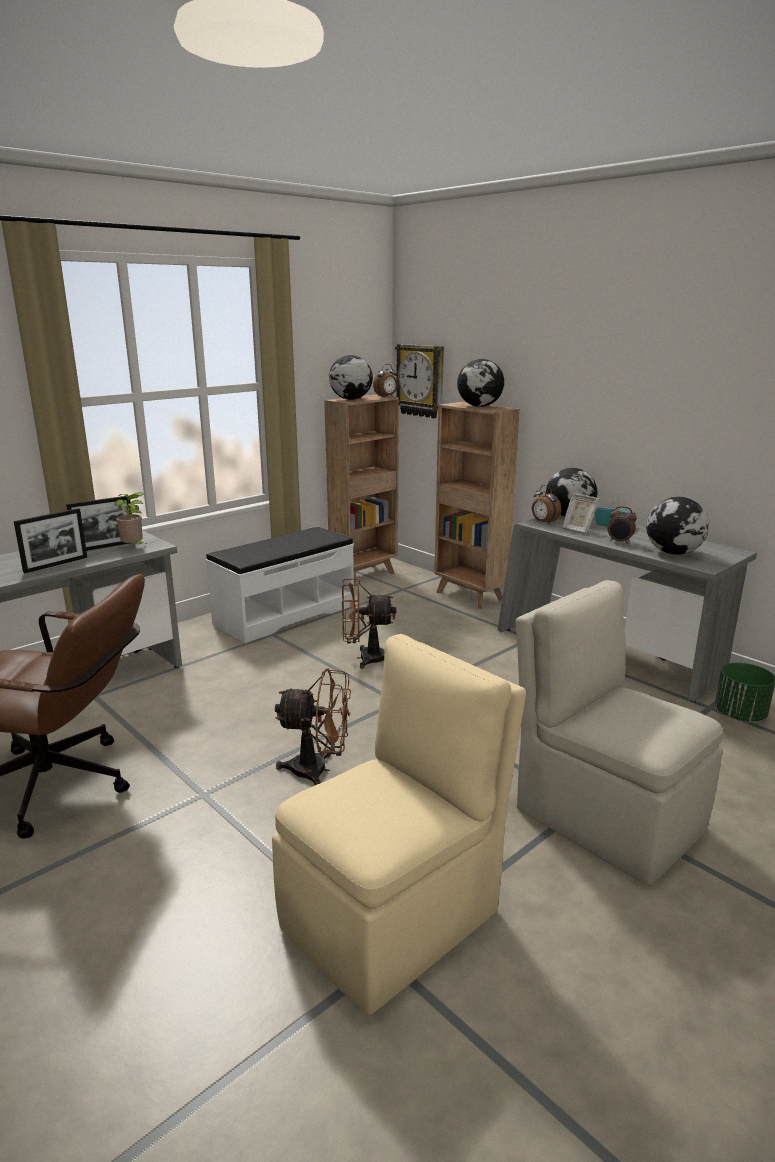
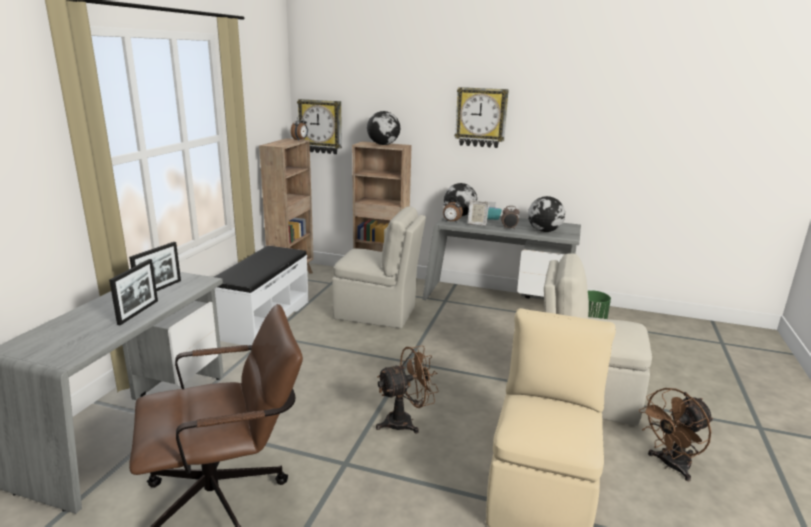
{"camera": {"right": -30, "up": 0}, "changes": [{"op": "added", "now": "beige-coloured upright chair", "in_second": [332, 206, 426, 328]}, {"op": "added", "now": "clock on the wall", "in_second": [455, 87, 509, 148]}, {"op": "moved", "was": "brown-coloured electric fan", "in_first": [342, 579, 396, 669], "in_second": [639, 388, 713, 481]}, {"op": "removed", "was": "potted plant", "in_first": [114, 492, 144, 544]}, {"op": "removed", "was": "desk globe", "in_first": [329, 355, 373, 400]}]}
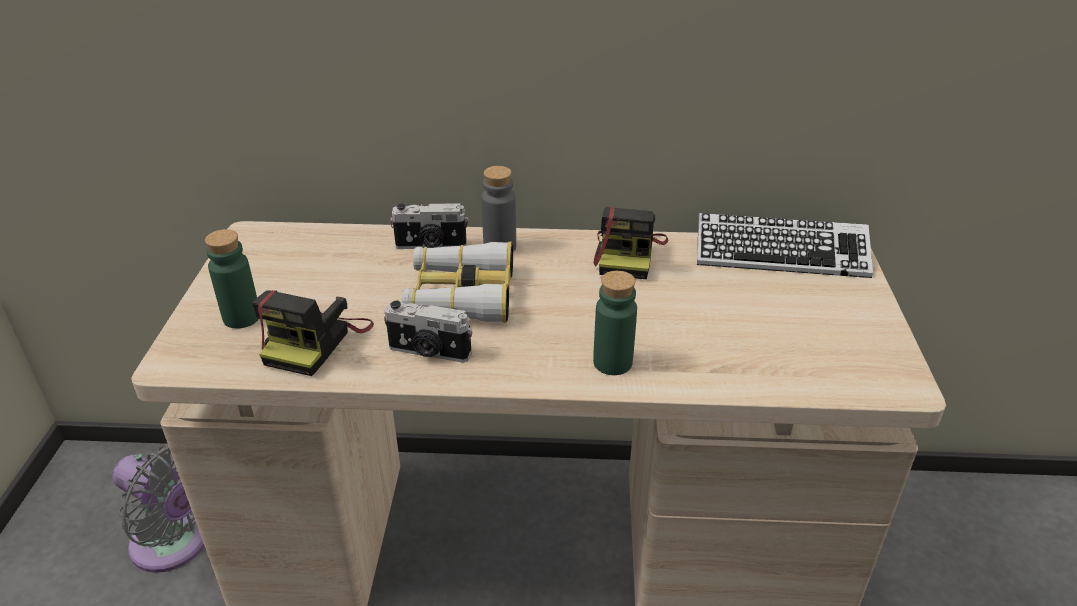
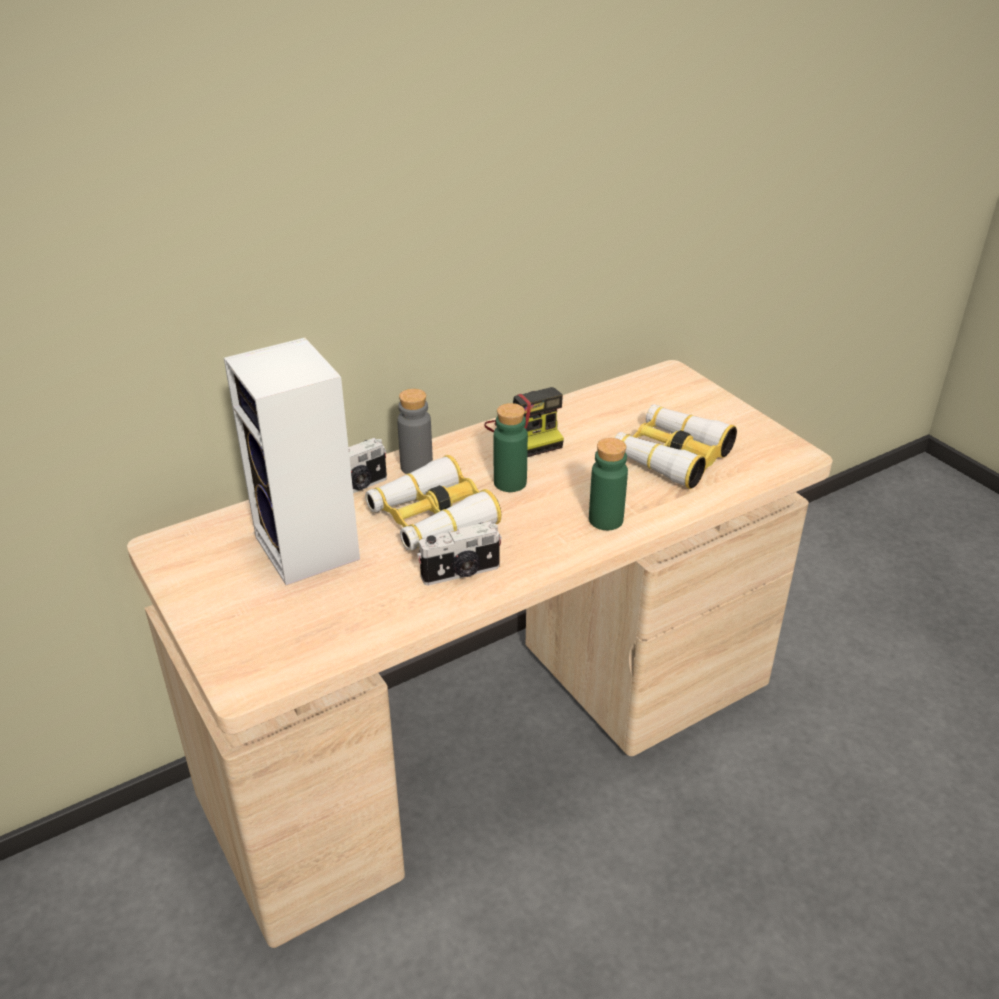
{"camera": {"right": -35, "up": 0}, "changes": [{"op": "added", "now": "audio speaker", "in_second": [224, 338, 360, 585]}, {"op": "moved", "was": "greenish drink bottle", "in_first": [205, 229, 259, 329], "in_second": [494, 403, 528, 492]}, {"op": "added", "now": "binoculars", "in_second": [614, 404, 737, 489]}, {"op": "removed", "was": "grey electric fan", "in_first": [113, 444, 205, 573]}, {"op": "removed", "was": "still camera", "in_first": [252, 290, 374, 376]}, {"op": "removed", "was": "computer keyboard", "in_first": [697, 213, 873, 278]}]}
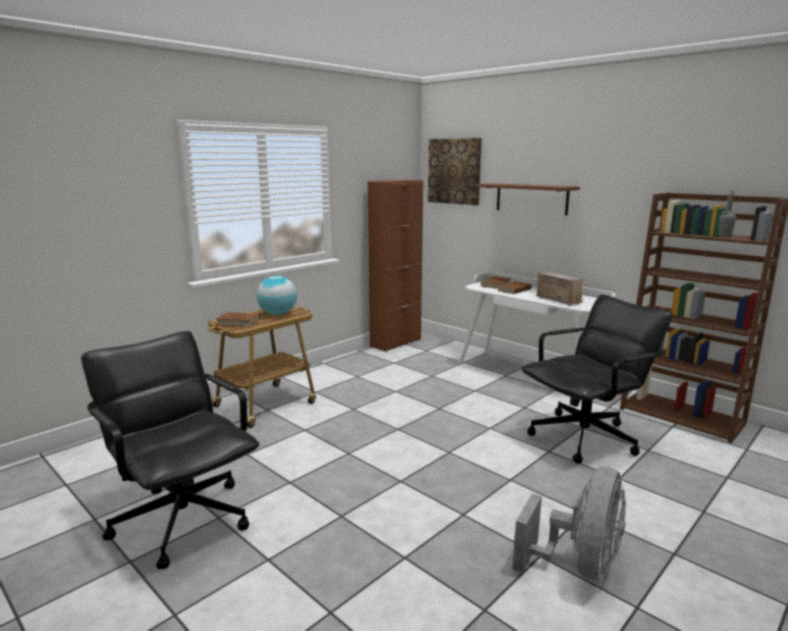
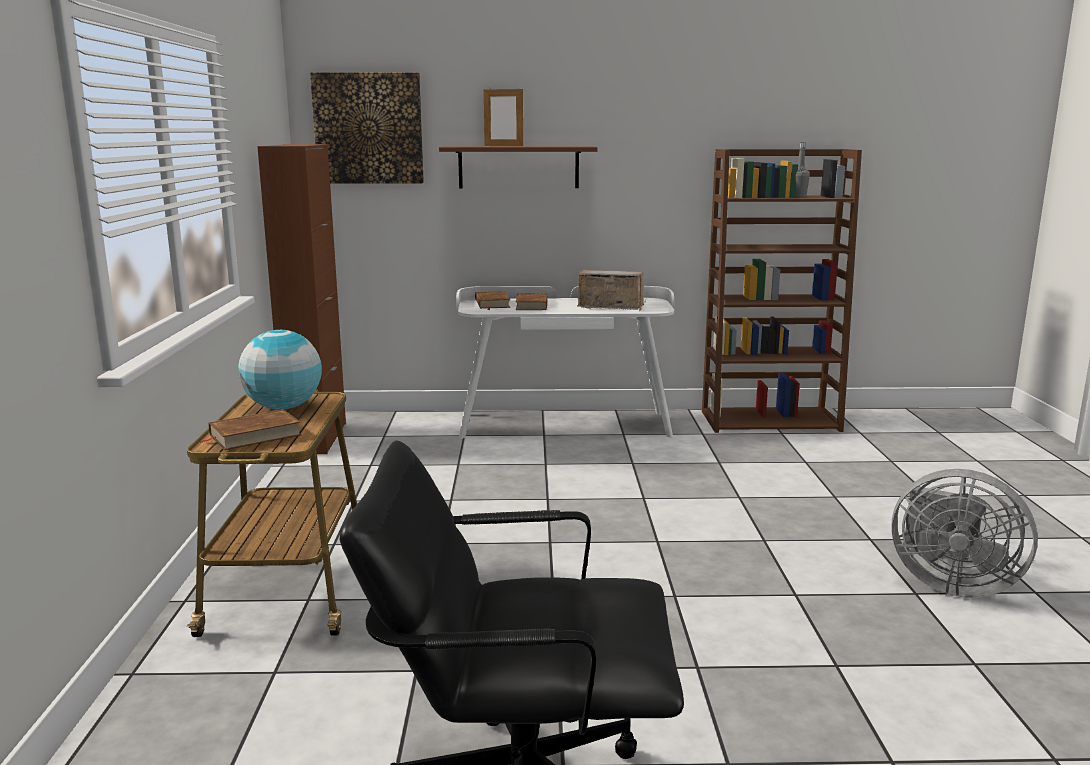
{"camera": {"right": -45, "up": 0}, "changes": [{"op": "added", "now": "photo frame", "in_second": [484, 87, 523, 146]}, {"op": "turned", "was": "grey electric fan", "in_first": [513, 467, 626, 580], "in_second": [891, 469, 1038, 598], "clockwise": 135}, {"op": "removed", "was": "blackish desk chair", "in_first": [522, 295, 673, 464]}]}
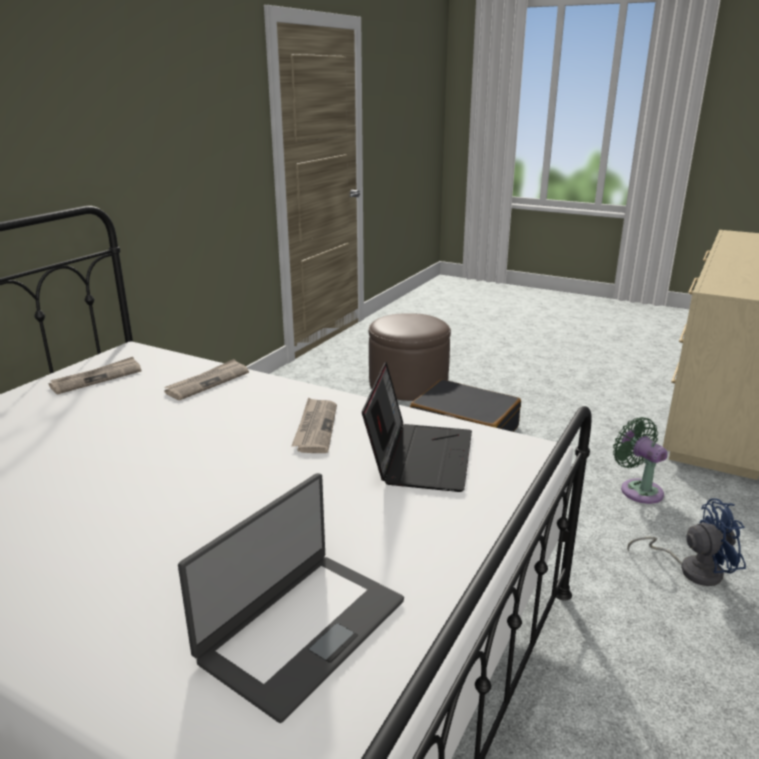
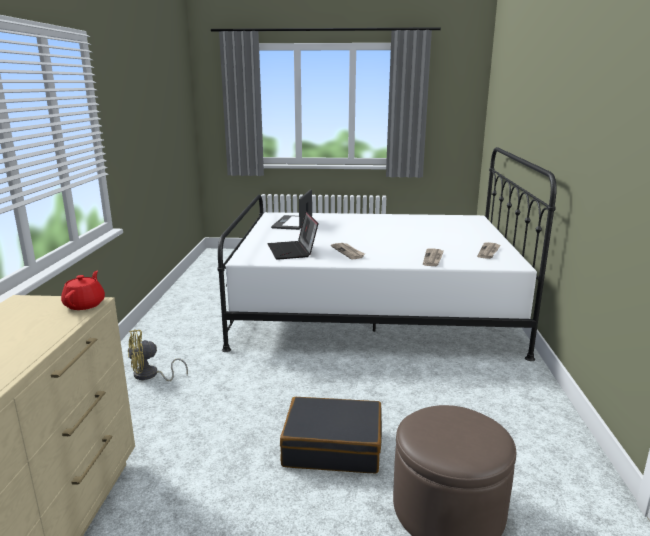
{"camera": {"right": 155, "up": -5}, "changes": [{"op": "added", "now": "reddish tea pot", "in_second": [61, 271, 105, 310]}, {"op": "recoloured", "was": "blue electric fan", "now": "yellow-coloured electric fan", "in_first": [627, 498, 746, 586], "in_second": [128, 330, 188, 381]}, {"op": "removed", "was": "greenish electric fan", "in_first": [613, 417, 668, 504]}]}
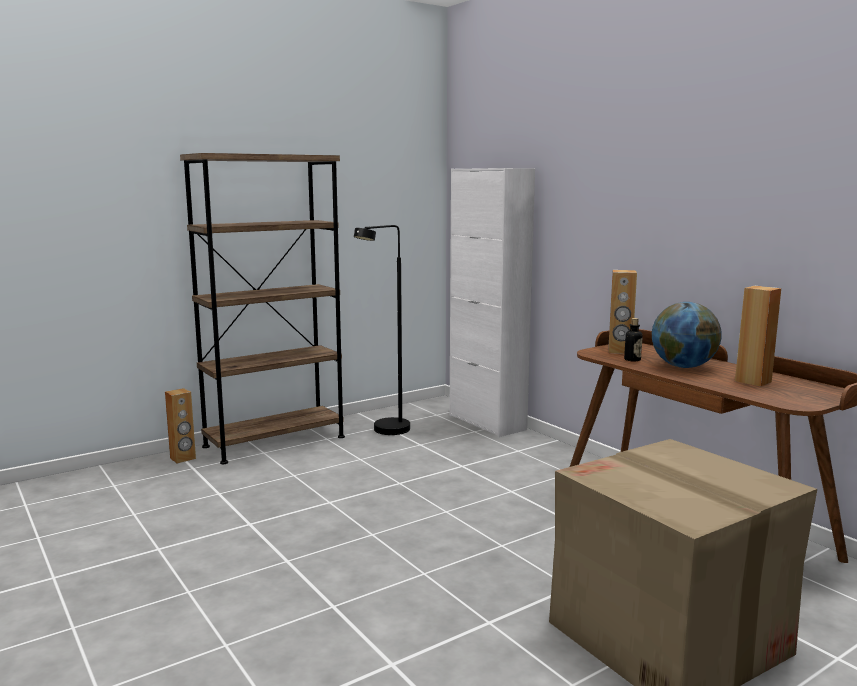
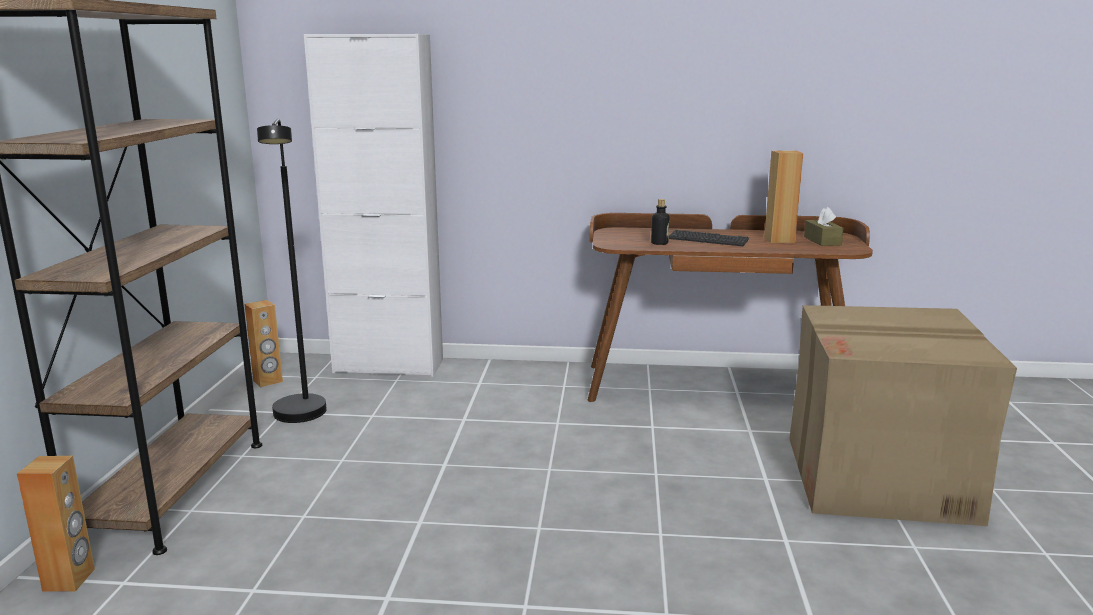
{"camera": {"right": -50, "up": 5}, "changes": [{"op": "moved", "was": "brown-coloured audio speaker", "in_first": [608, 270, 637, 354], "in_second": [244, 300, 283, 387]}, {"op": "replaced", "was": "desk globe", "now": "computer keyboard", "in_first": [652, 302, 722, 368], "in_second": [669, 230, 749, 246]}, {"op": "added", "now": "brown-coloured tissue box", "in_second": [804, 207, 844, 246]}]}
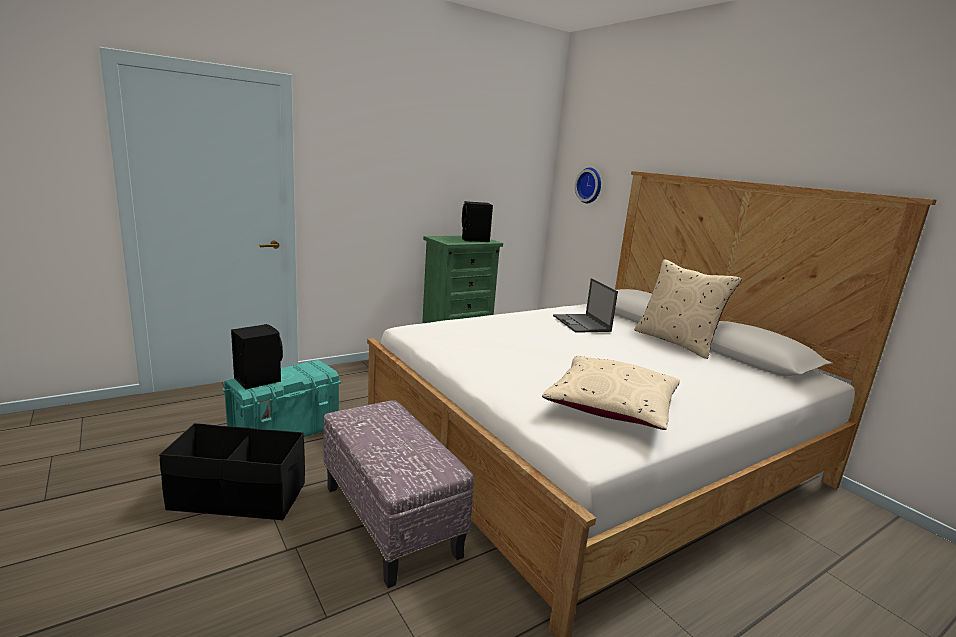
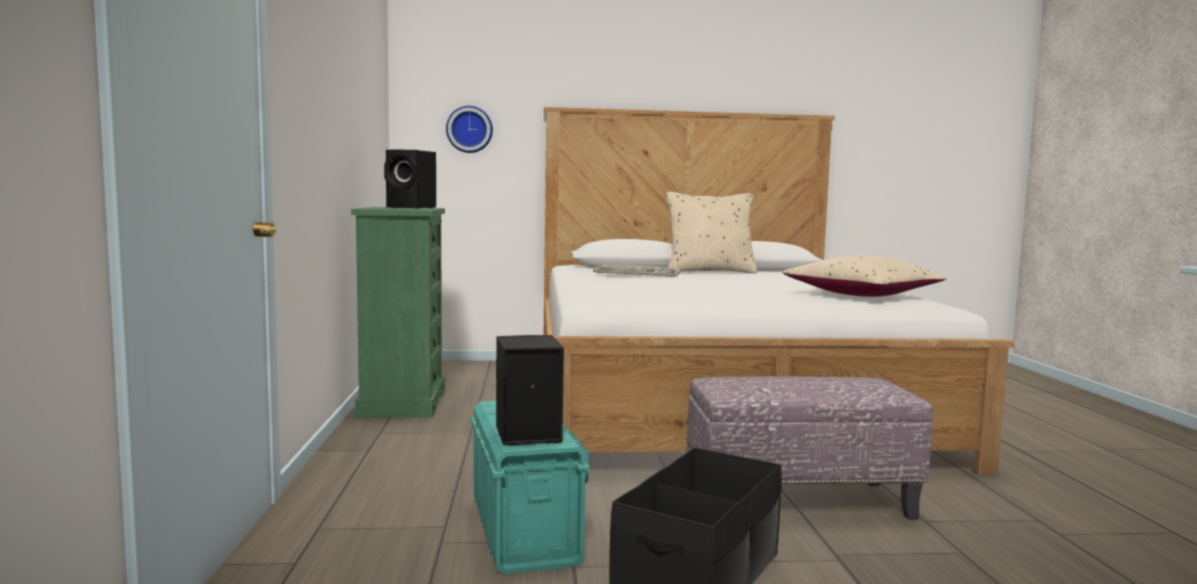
{"camera": {"right": -60, "up": -10}, "changes": [{"op": "replaced", "was": "laptop", "now": "computer keyboard", "in_first": [553, 278, 618, 333], "in_second": [593, 265, 680, 277]}]}
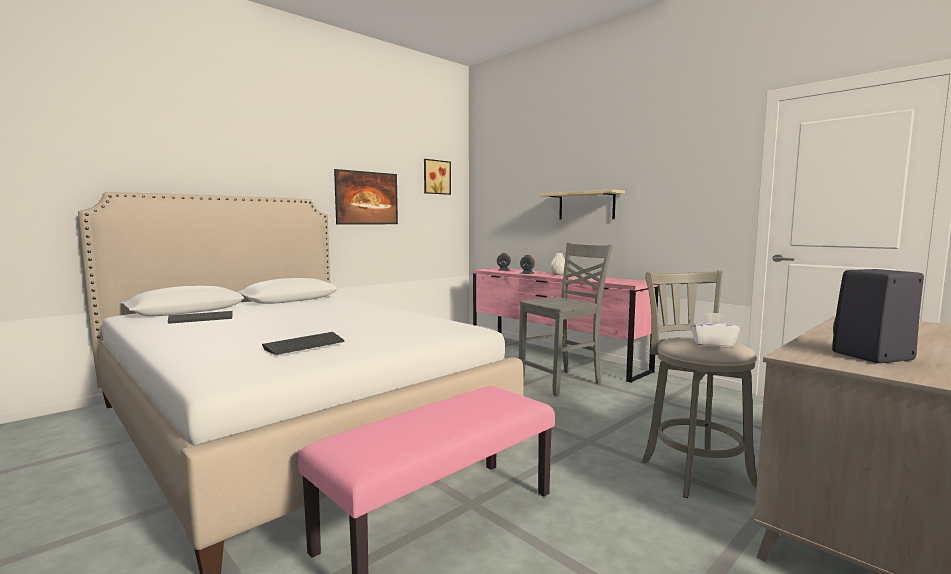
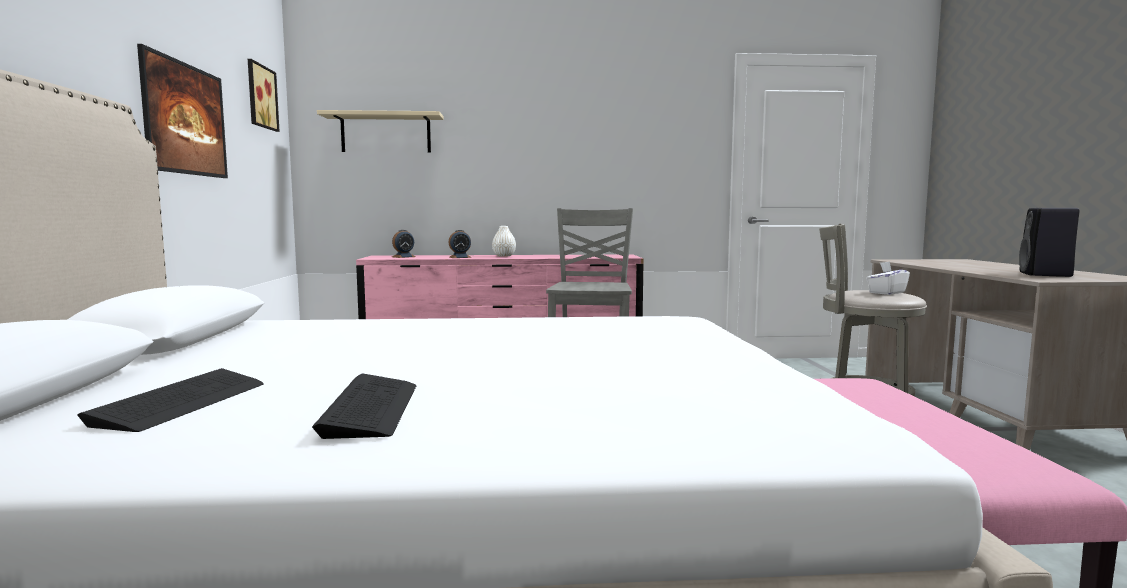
{"camera": {"right": -50, "up": 0}, "changes": [{"op": "moved", "was": "computer keyboard", "in_first": [262, 332, 344, 355], "in_second": [312, 374, 416, 439]}, {"op": "moved", "was": "beige-coloured shelf", "in_first": [539, 189, 625, 220], "in_second": [317, 110, 444, 153]}]}
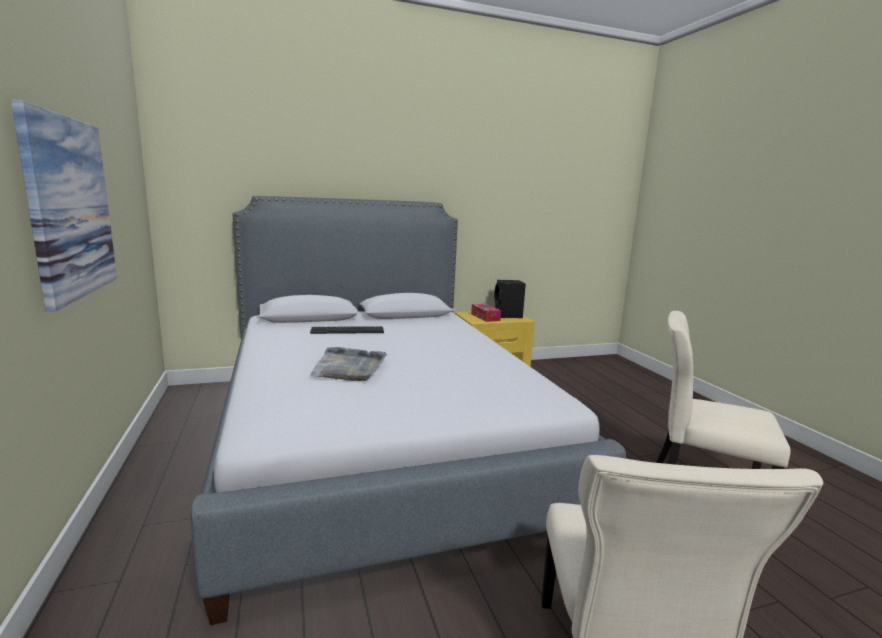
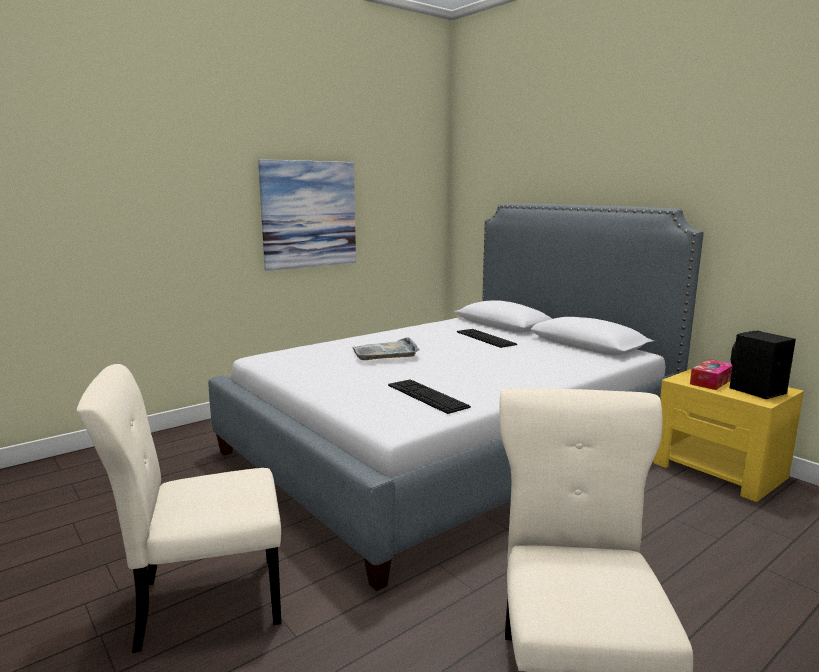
{"camera": {"right": 70, "up": 0}, "changes": [{"op": "added", "now": "computer keyboard", "in_second": [388, 379, 471, 414]}]}
